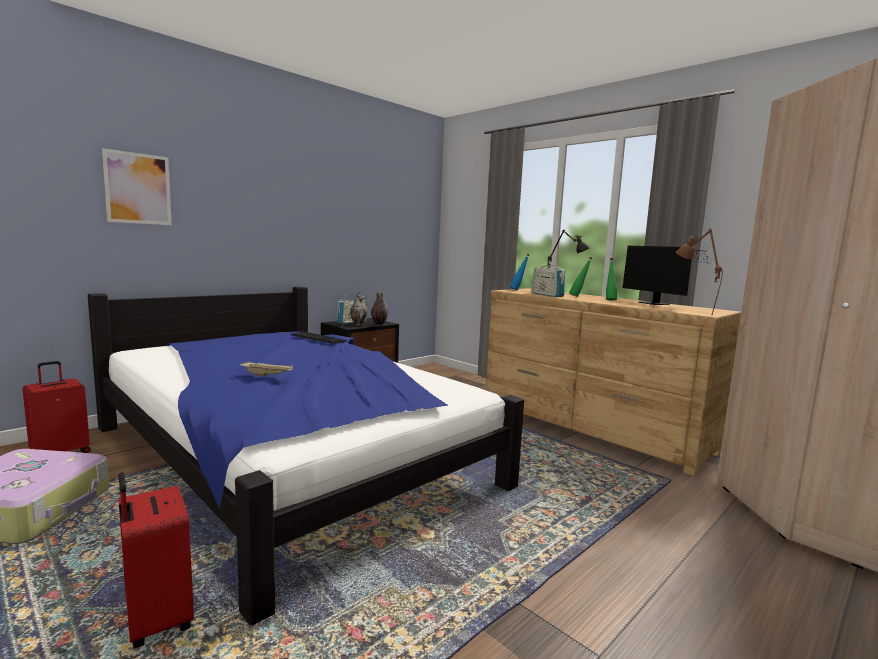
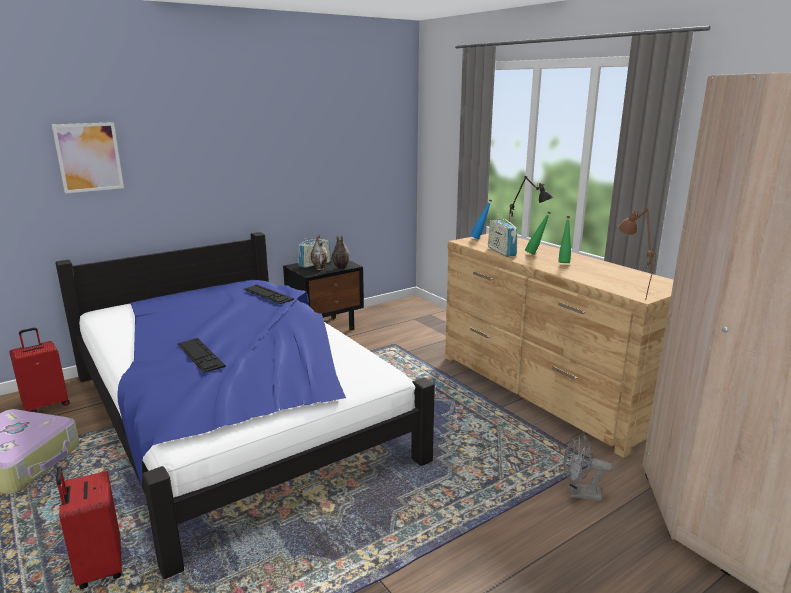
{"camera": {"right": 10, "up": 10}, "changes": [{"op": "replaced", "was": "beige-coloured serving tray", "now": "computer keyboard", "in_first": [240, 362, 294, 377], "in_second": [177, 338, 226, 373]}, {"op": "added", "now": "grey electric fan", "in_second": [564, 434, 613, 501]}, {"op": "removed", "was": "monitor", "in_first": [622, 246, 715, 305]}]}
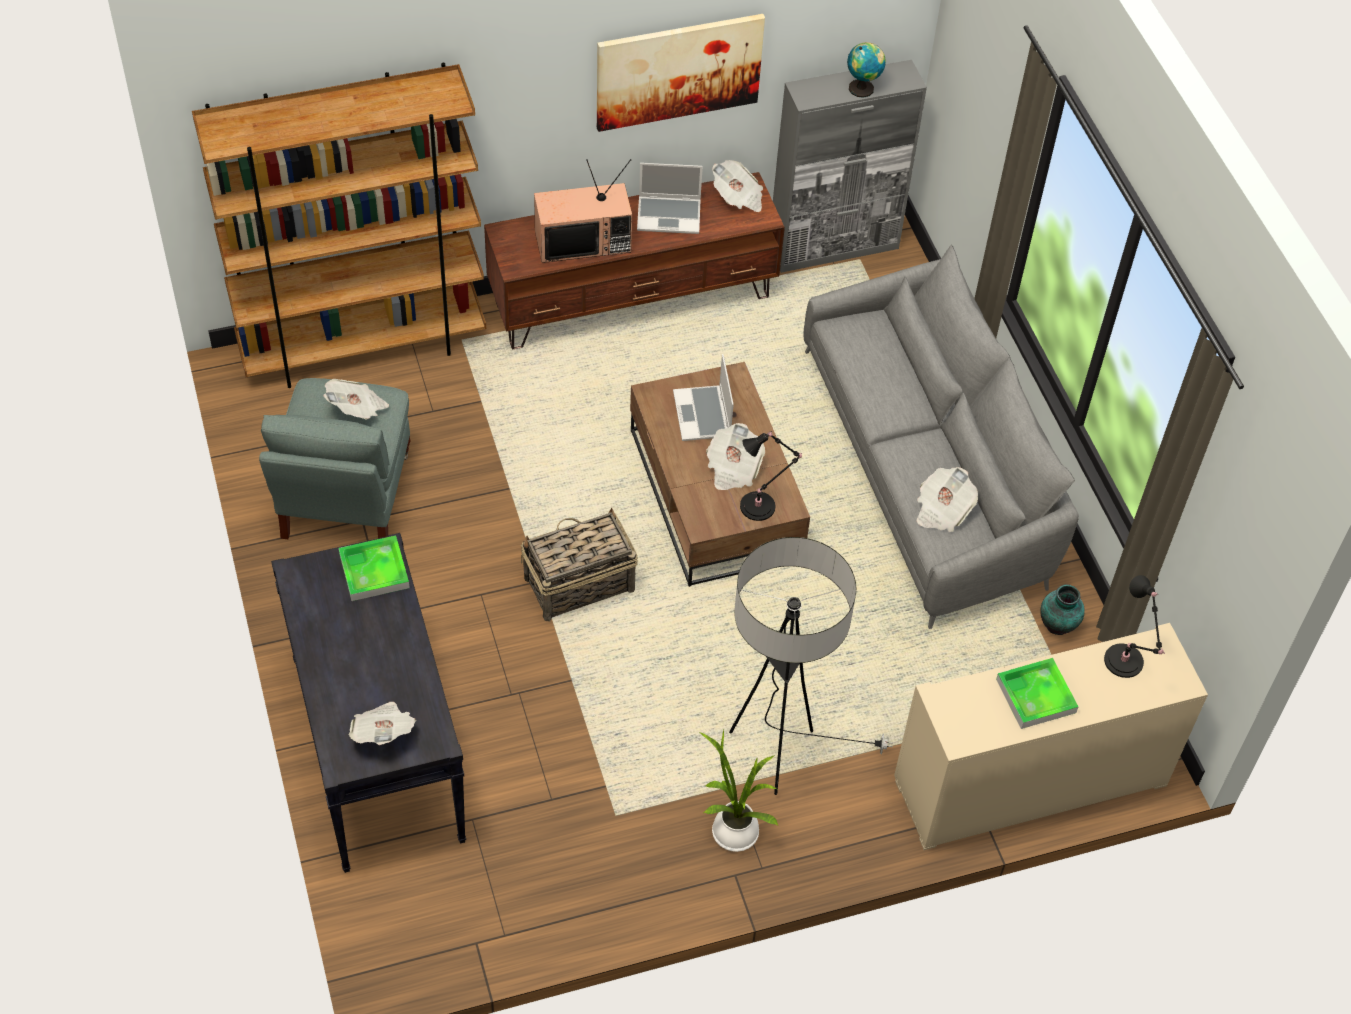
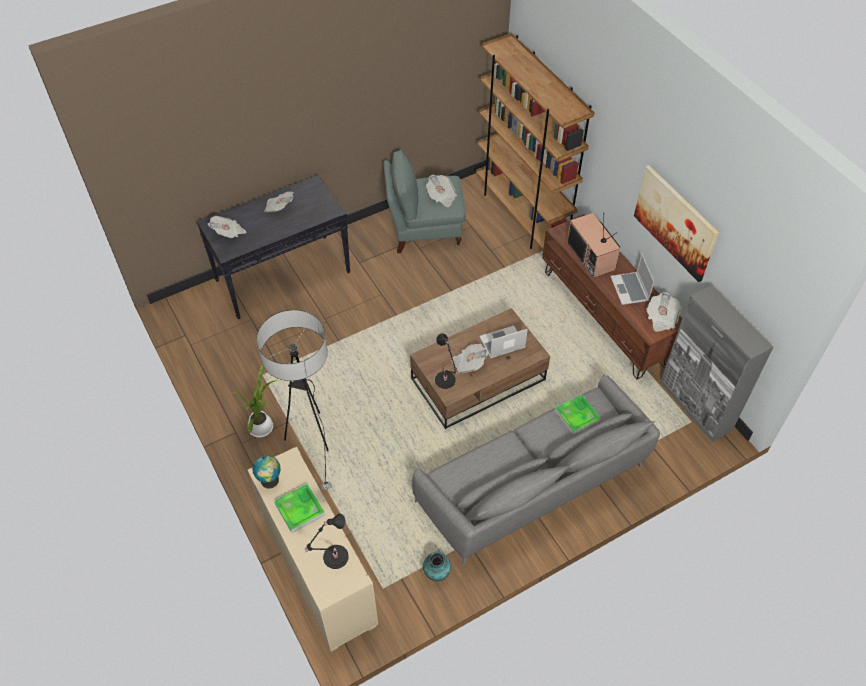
{"camera": {"right": 80, "up": 0}, "changes": [{"op": "moved", "was": "desk globe", "in_first": [847, 42, 886, 98], "in_second": [253, 455, 281, 489]}, {"op": "moved", "was": "daily paper", "in_first": [917, 467, 978, 532], "in_second": [264, 192, 294, 212]}, {"op": "moved", "was": "serving tray", "in_first": [338, 535, 410, 601], "in_second": [555, 394, 601, 435]}, {"op": "removed", "was": "household basket", "in_first": [521, 508, 638, 622]}]}
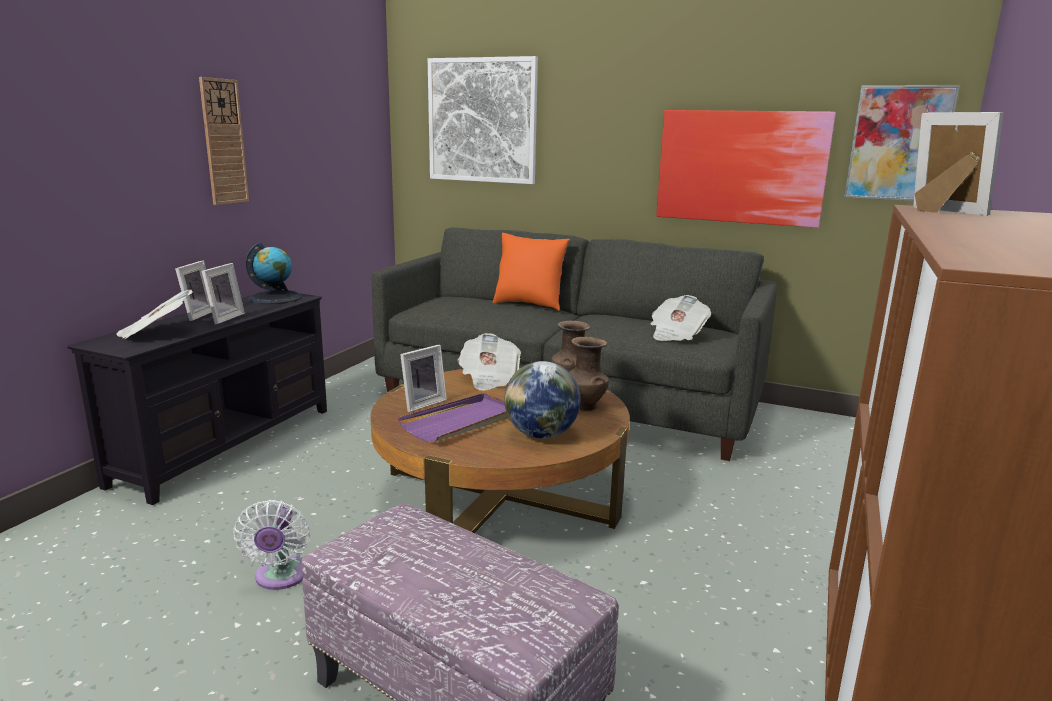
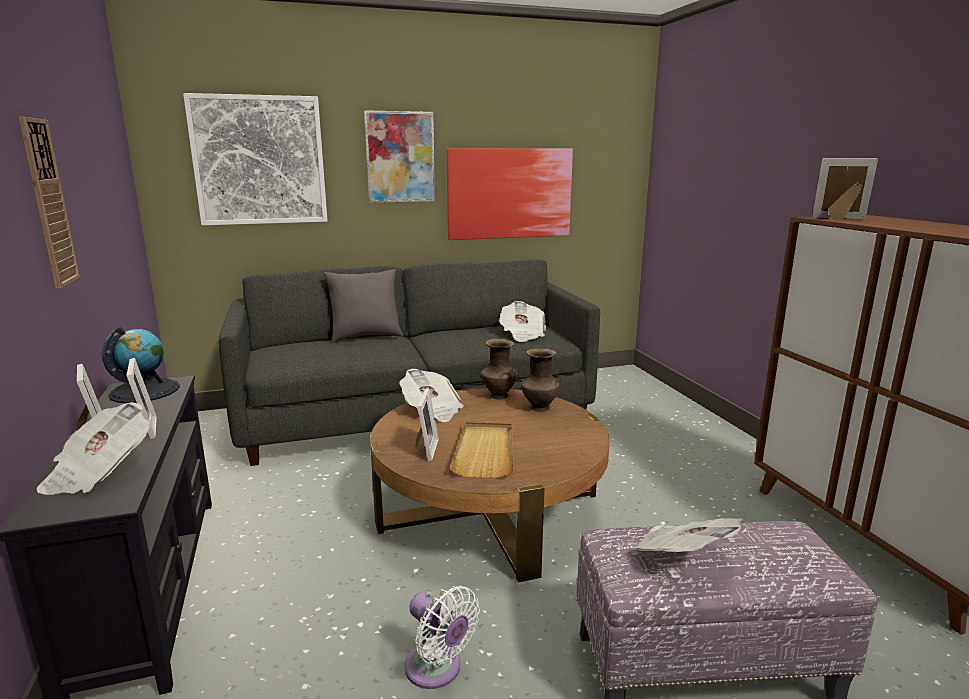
{"camera": {"right": -40, "up": 0}, "changes": [{"op": "recoloured", "was": "orange-coloured throw pillow", "now": "grey throw pillow", "in_first": [493, 233, 570, 310], "in_second": [324, 269, 403, 343]}, {"op": "moved", "was": "picture", "in_first": [844, 85, 960, 201], "in_second": [364, 110, 435, 203]}, {"op": "recoloured", "was": "purple serving tray", "now": "beige-coloured serving tray", "in_first": [398, 393, 509, 443], "in_second": [450, 422, 514, 478]}, {"op": "added", "now": "daily paper", "in_second": [632, 518, 743, 552]}, {"op": "removed", "was": "desk globe", "in_first": [504, 361, 581, 439]}]}
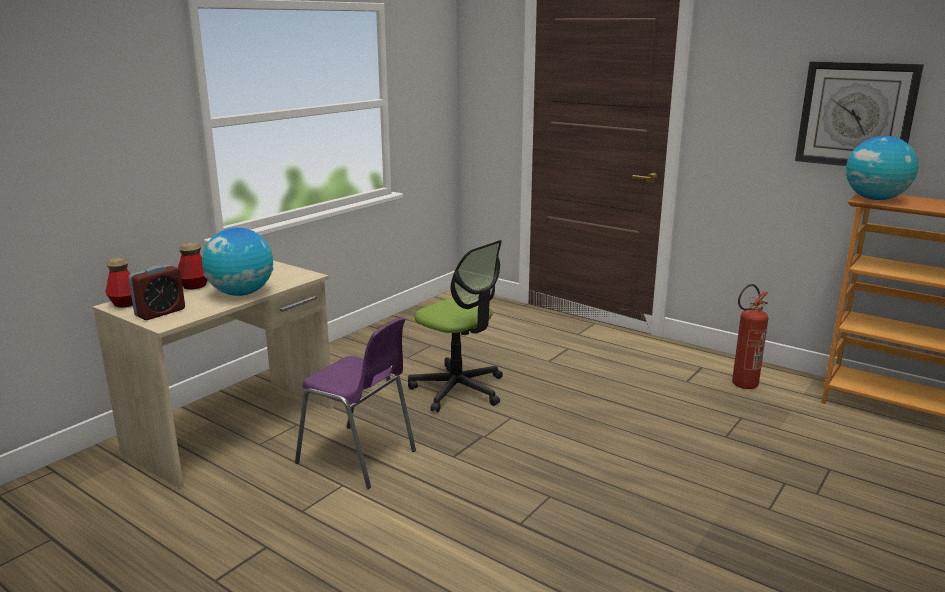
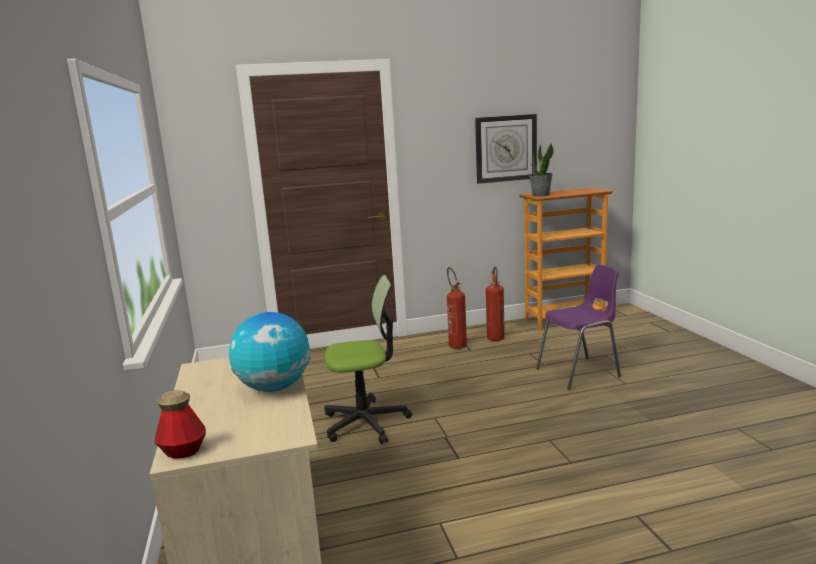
{"camera": {"right": -50, "up": -5}, "changes": [{"op": "added", "now": "fire extinguisher", "in_second": [447, 267, 467, 349]}, {"op": "replaced", "was": "desk globe", "now": "potted plant", "in_first": [845, 136, 918, 200], "in_second": [529, 143, 554, 197]}, {"op": "moved", "was": "purple upright chair", "in_first": [295, 318, 416, 489], "in_second": [536, 265, 621, 390]}, {"op": "removed", "was": "alarm clock", "in_first": [128, 265, 185, 320]}, {"op": "removed", "was": "drink bottle", "in_first": [178, 243, 208, 290]}]}
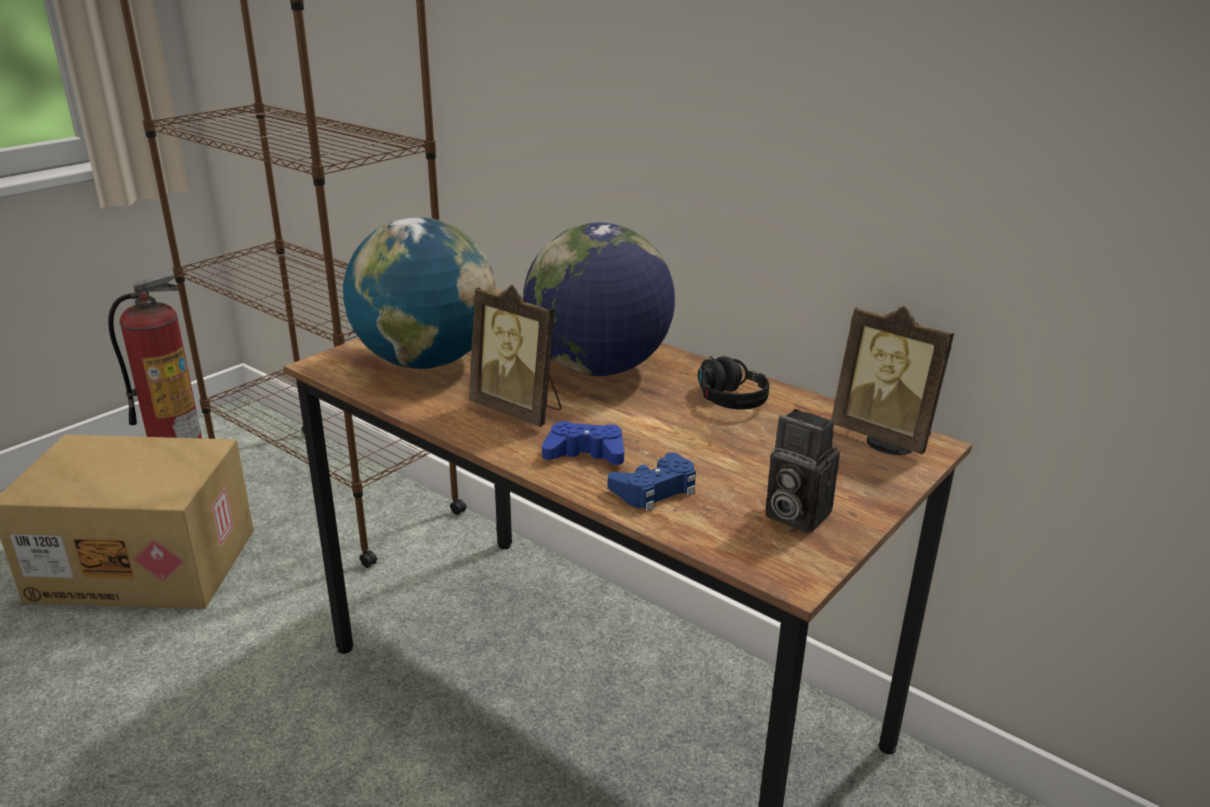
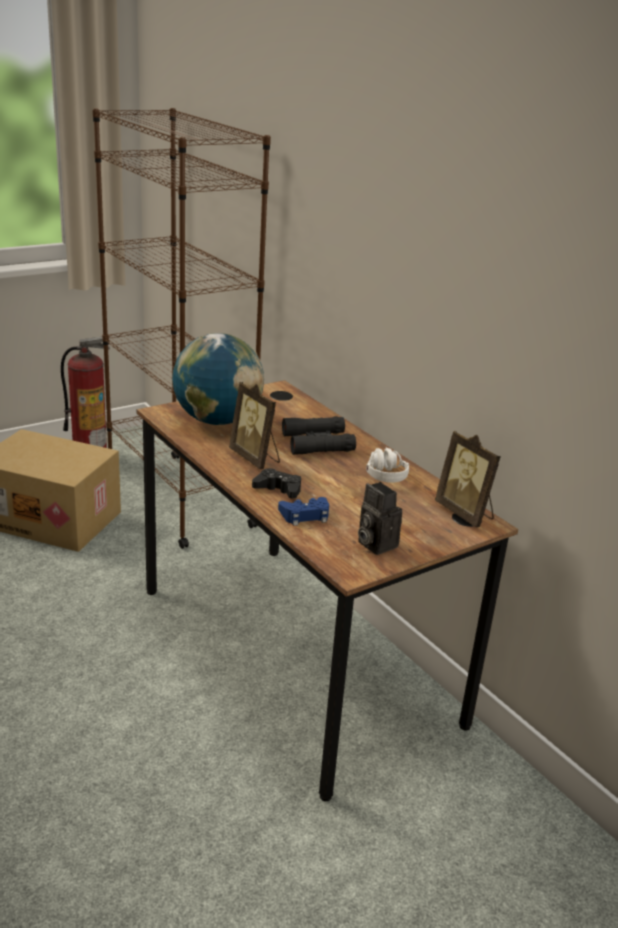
{"camera": {"right": 15, "up": 0}, "changes": [{"op": "recoloured", "was": "blue gamepad", "now": "blackish gamepad", "in_first": [542, 421, 624, 465], "in_second": [252, 468, 301, 499]}, {"op": "replaced", "was": "desk globe", "now": "blackish binoculars", "in_first": [523, 223, 675, 376], "in_second": [282, 416, 356, 455]}, {"op": "recoloured", "was": "blackish headset", "now": "whitish headset", "in_first": [698, 356, 769, 410], "in_second": [366, 447, 409, 483]}]}
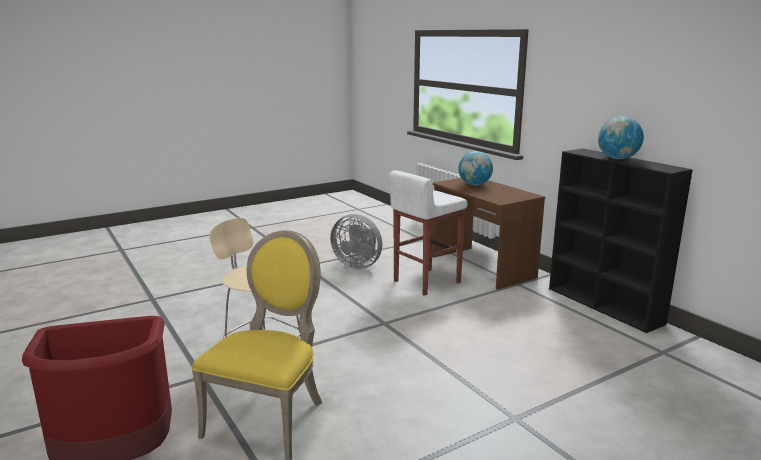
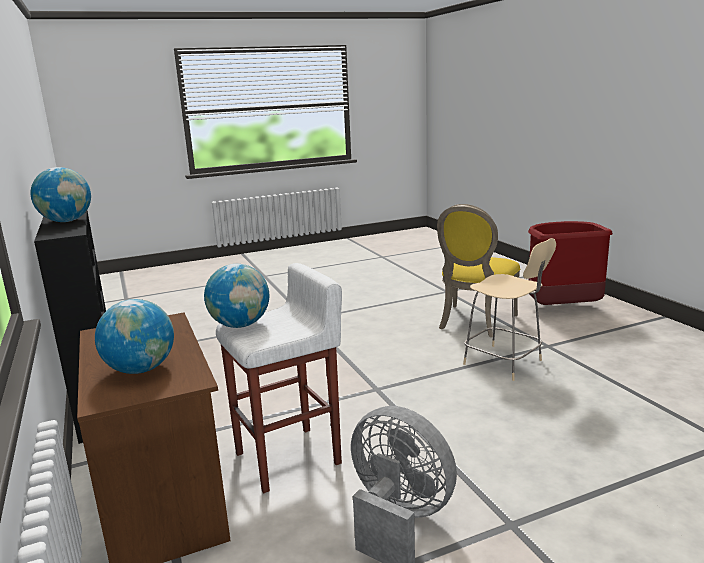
{"camera": {"right": -170, "up": 0}, "changes": [{"op": "added", "now": "desk globe", "in_second": [204, 264, 269, 328]}]}
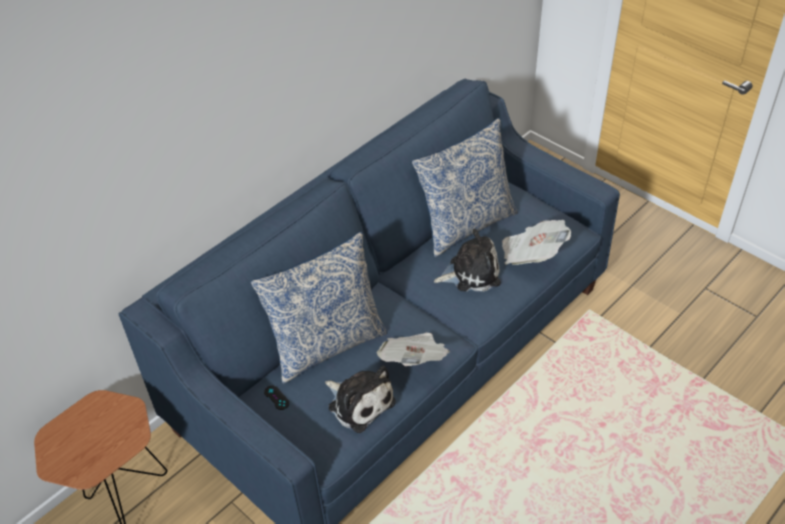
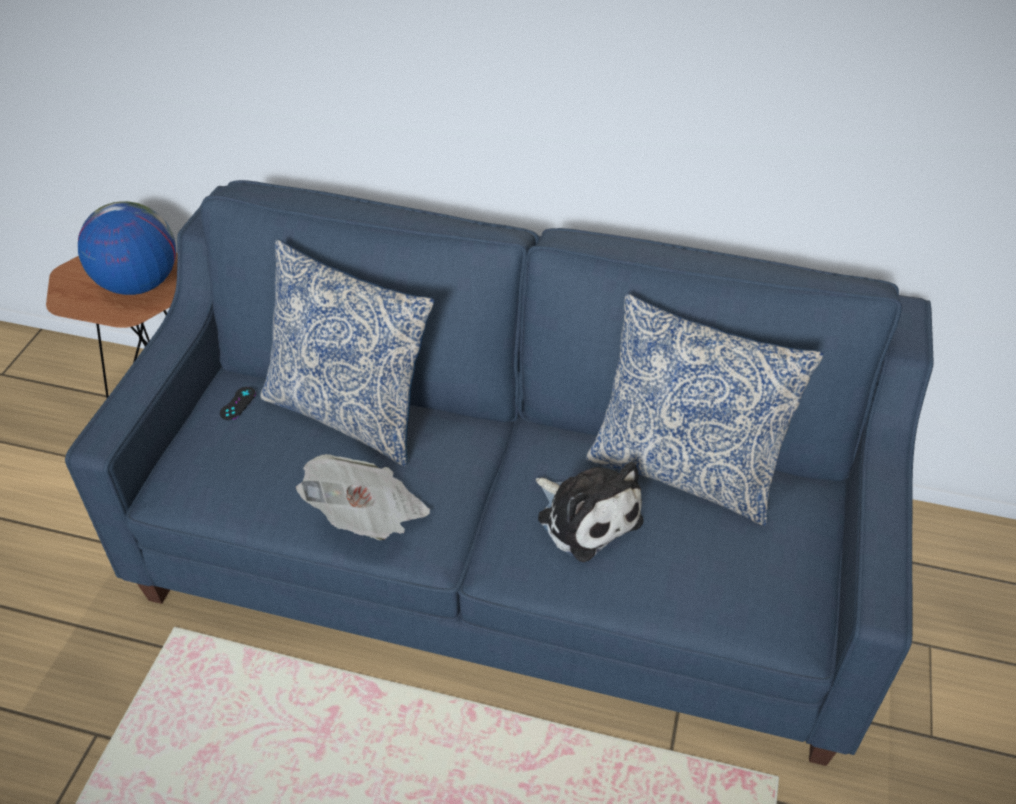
{"camera": {"right": 60, "up": 0}, "changes": [{"op": "added", "now": "desk globe", "in_second": [78, 201, 176, 295]}, {"op": "removed", "was": "cuddly toy", "in_first": [325, 366, 396, 433]}, {"op": "removed", "was": "daily paper", "in_first": [502, 220, 571, 265]}]}
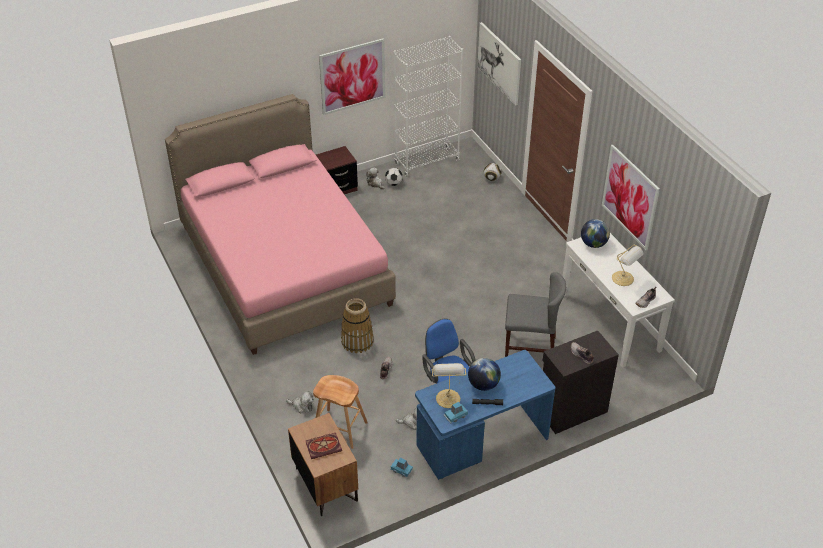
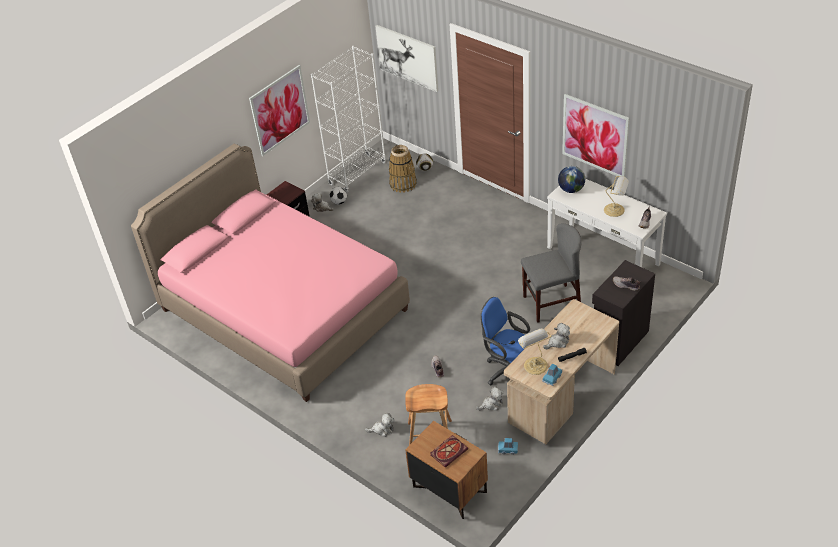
{"camera": {"right": -20, "up": 0}, "changes": [{"op": "moved", "was": "household basket", "in_first": [341, 298, 374, 353], "in_second": [389, 145, 417, 193]}, {"op": "recoloured", "was": "blue desk unit", "now": "beige-coloured desk unit", "in_first": [415, 350, 555, 480], "in_second": [504, 299, 619, 444]}, {"op": "replaced", "was": "desk globe", "now": "cuddly toy", "in_first": [468, 358, 501, 391], "in_second": [543, 323, 570, 349]}]}
